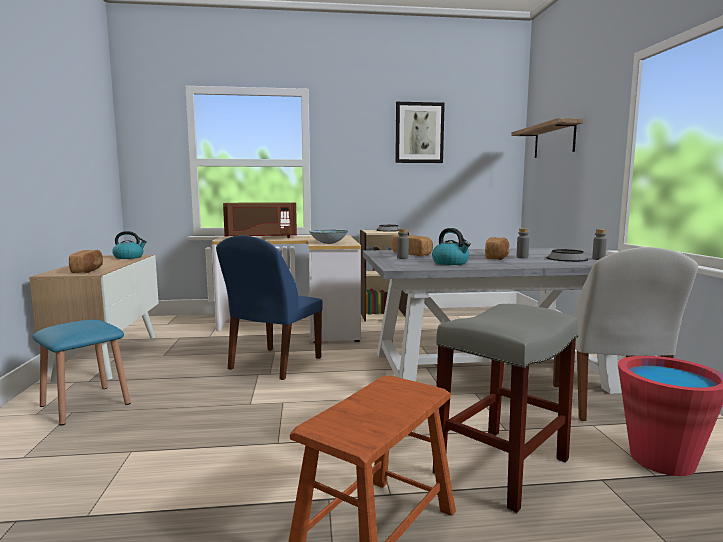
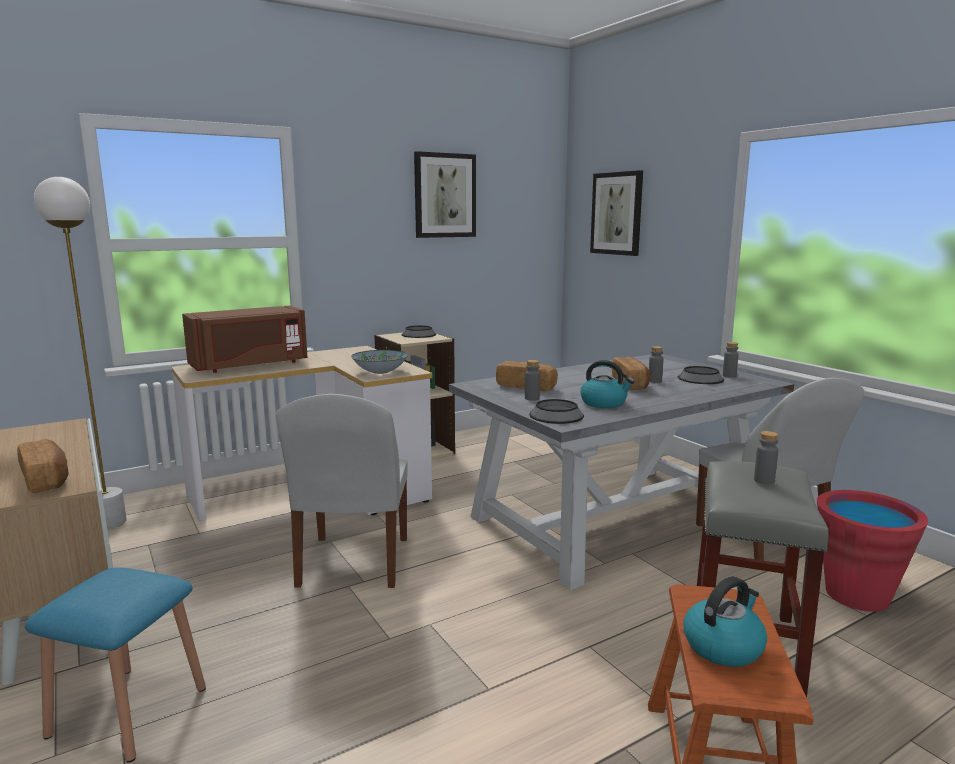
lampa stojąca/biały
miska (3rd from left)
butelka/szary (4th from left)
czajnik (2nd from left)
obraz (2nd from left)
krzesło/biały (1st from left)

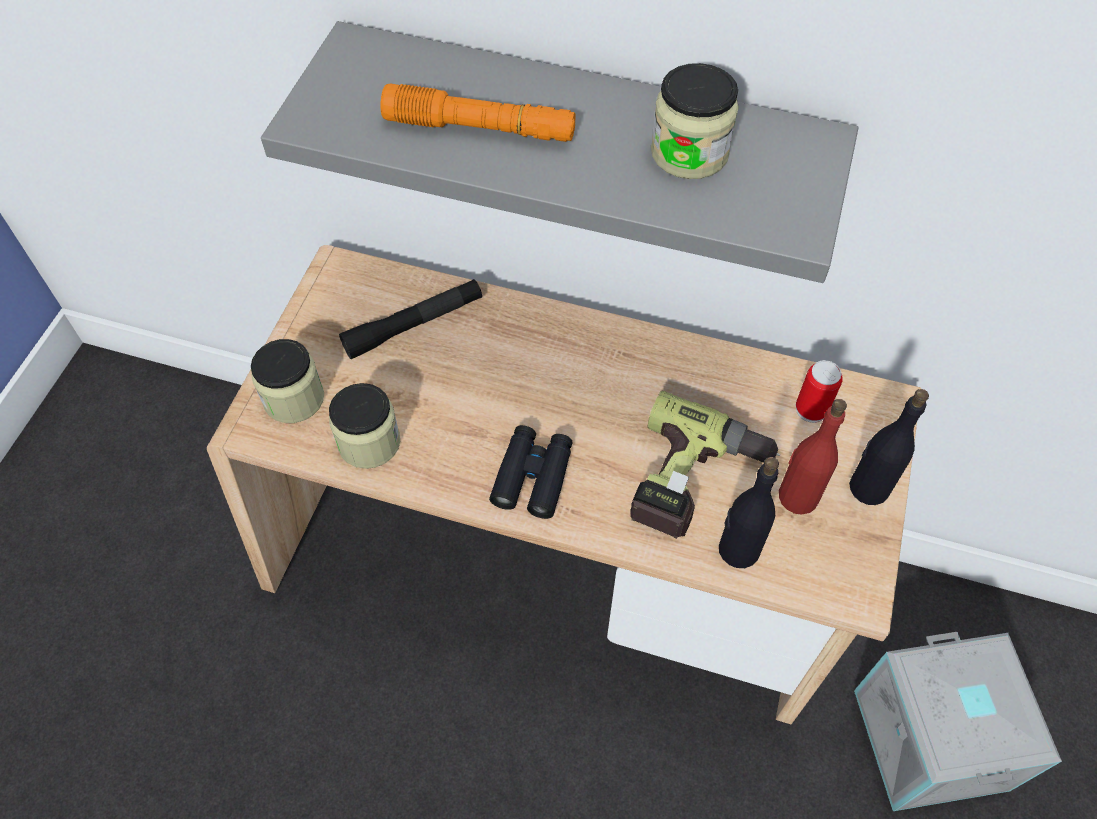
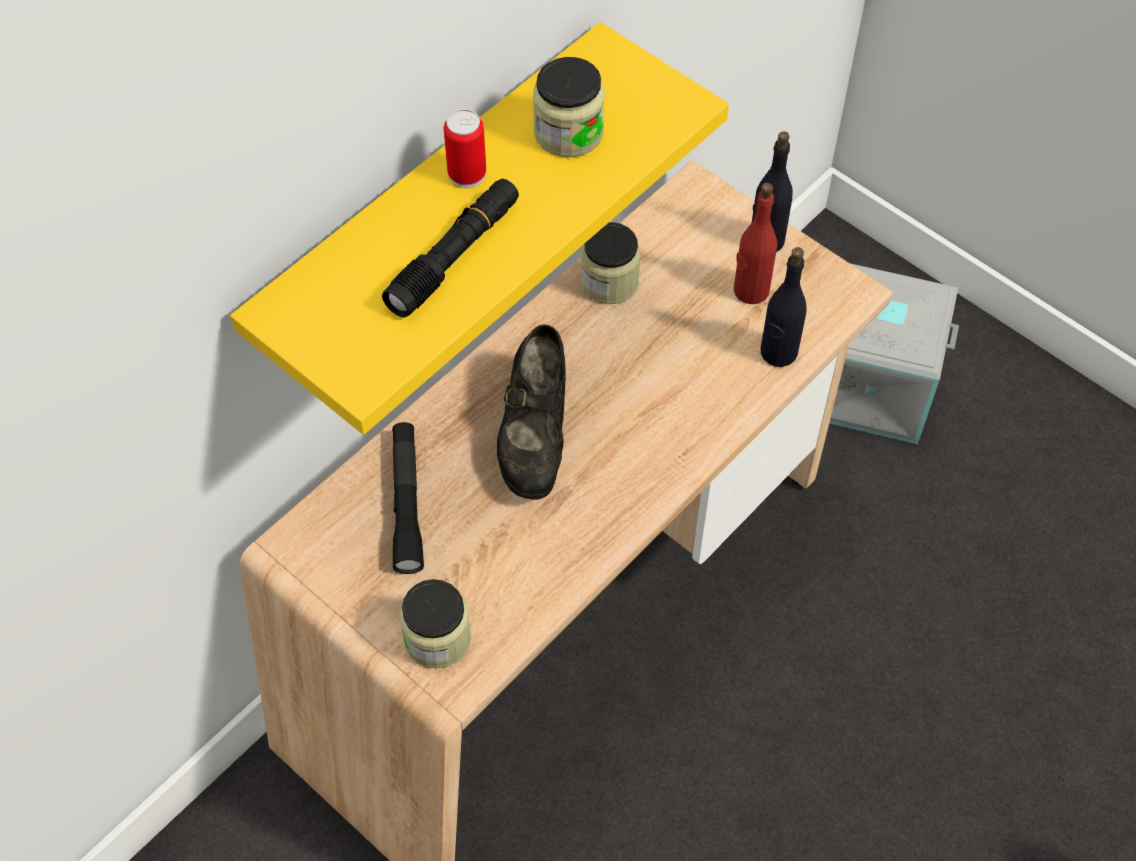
lornetka/czarny
wiertarka
but/czarny
słoik (3rd from left)
puszka
półka/żółty
latarka/czarny (2nd from left)

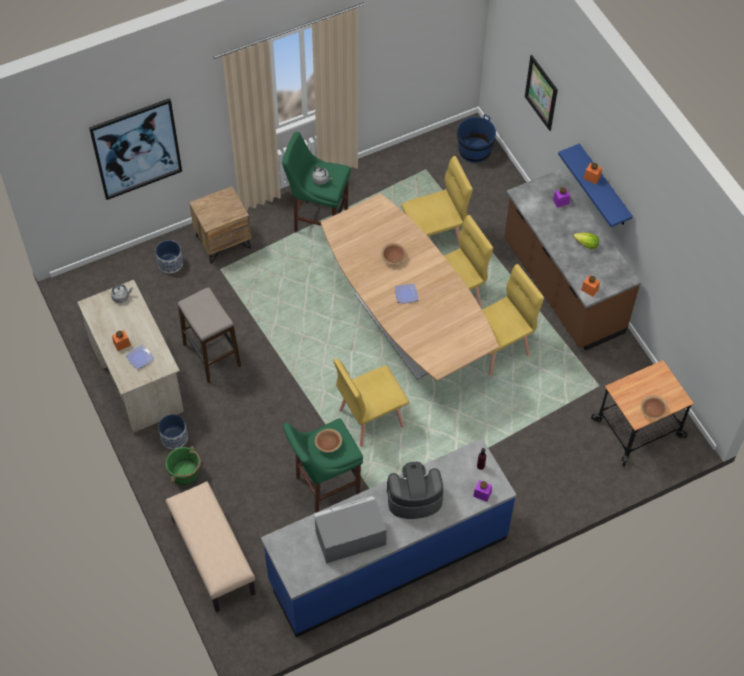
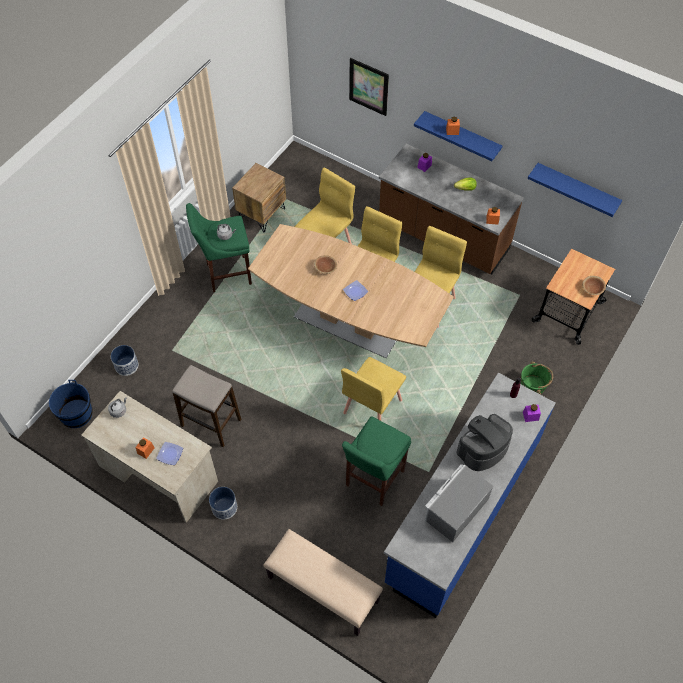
obraz (1st from left in the first image)
miska/brązowy (1st from left in the first image)
półka/niebieski (2nd from left)
wiadro/zielony
szafka nocna/brązowy
wiadro/niebieski

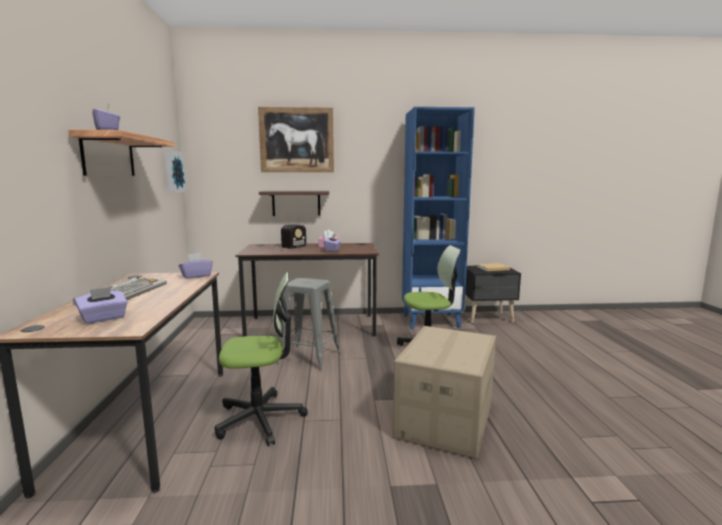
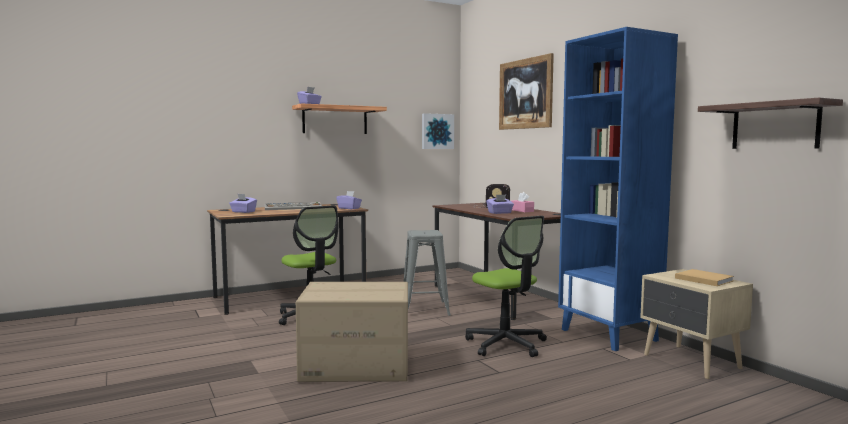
półka (2nd from left)
szafka nocna/beżowy

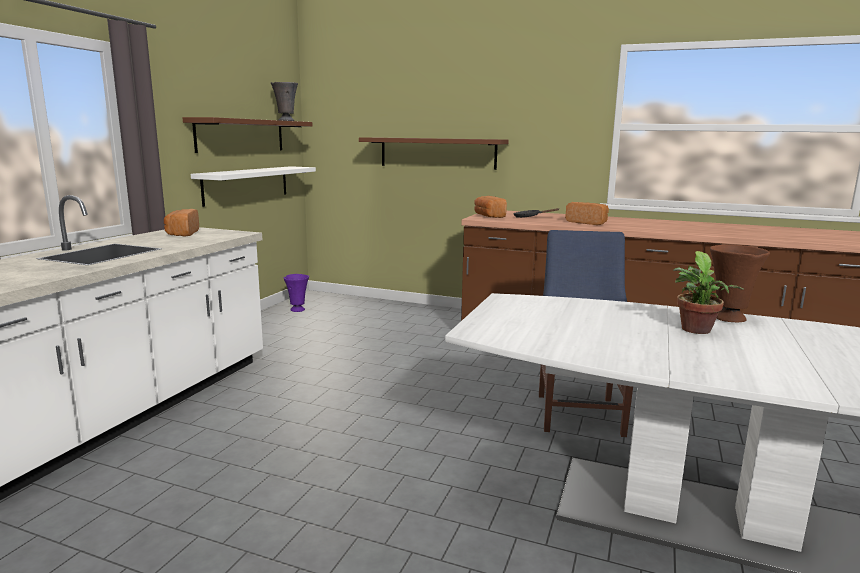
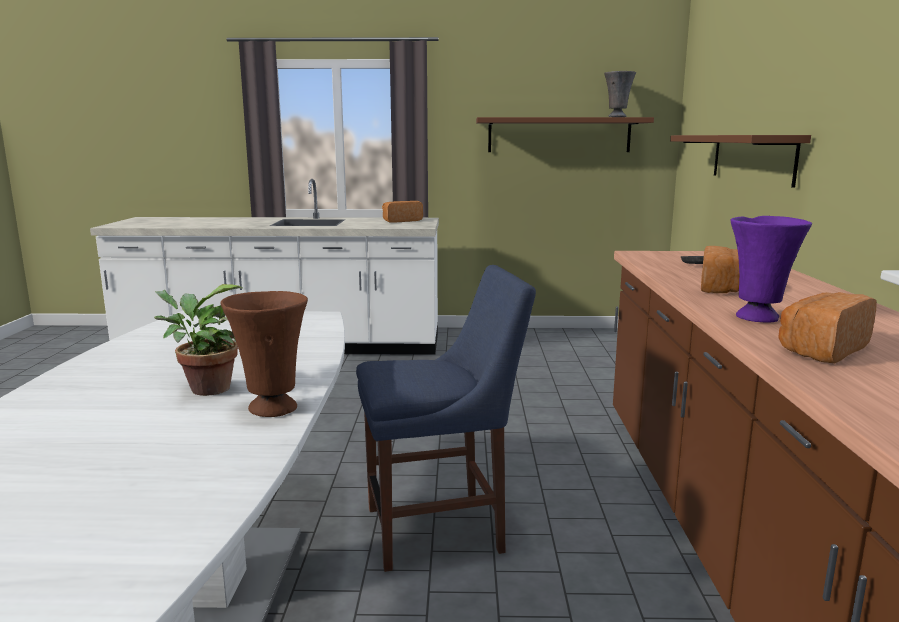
półka/biały
wazon/fioletowy
chleb (3rd from left)

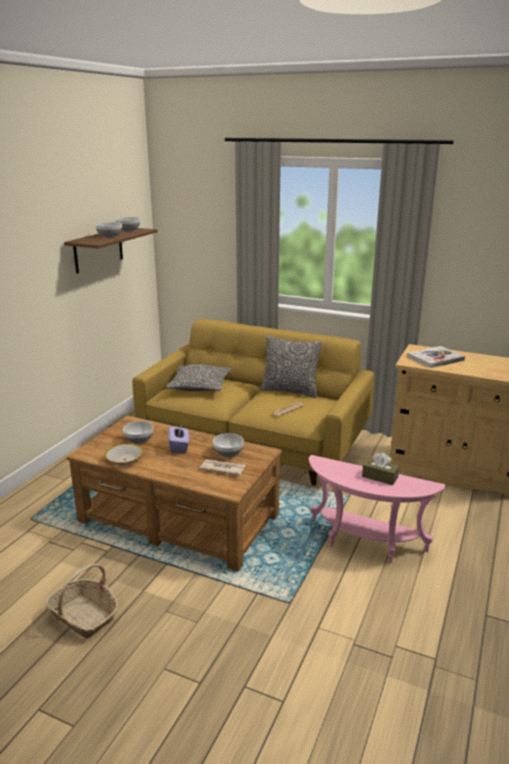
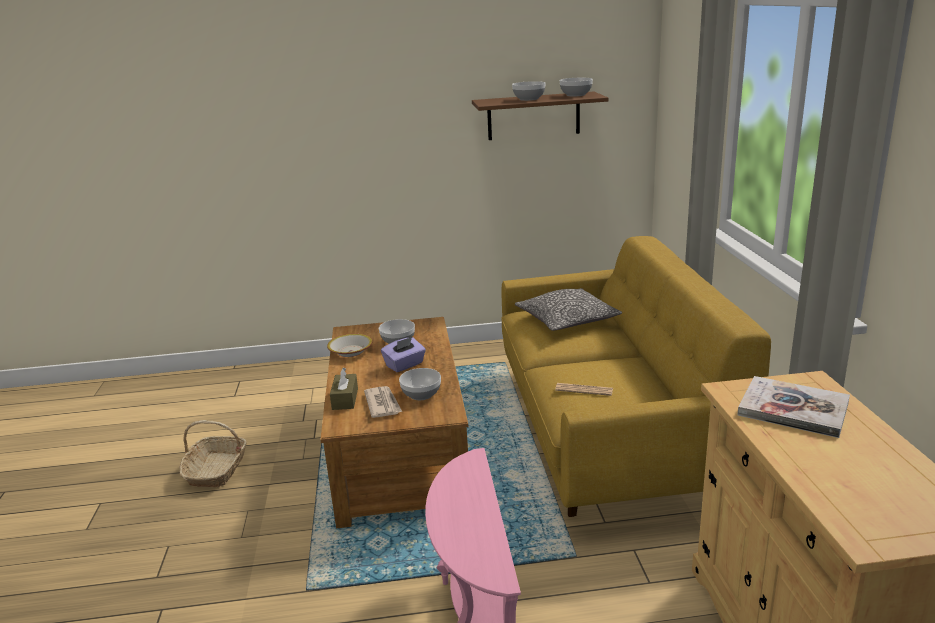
poduszka (2nd from left in the first image)
pudełko chusteczek/brązowy

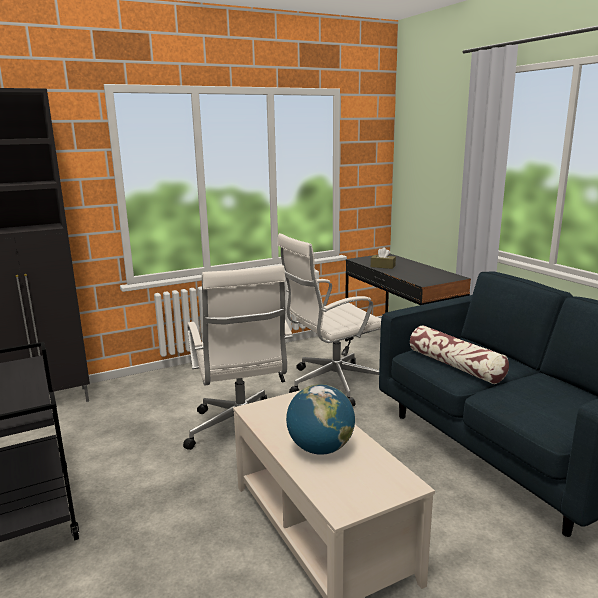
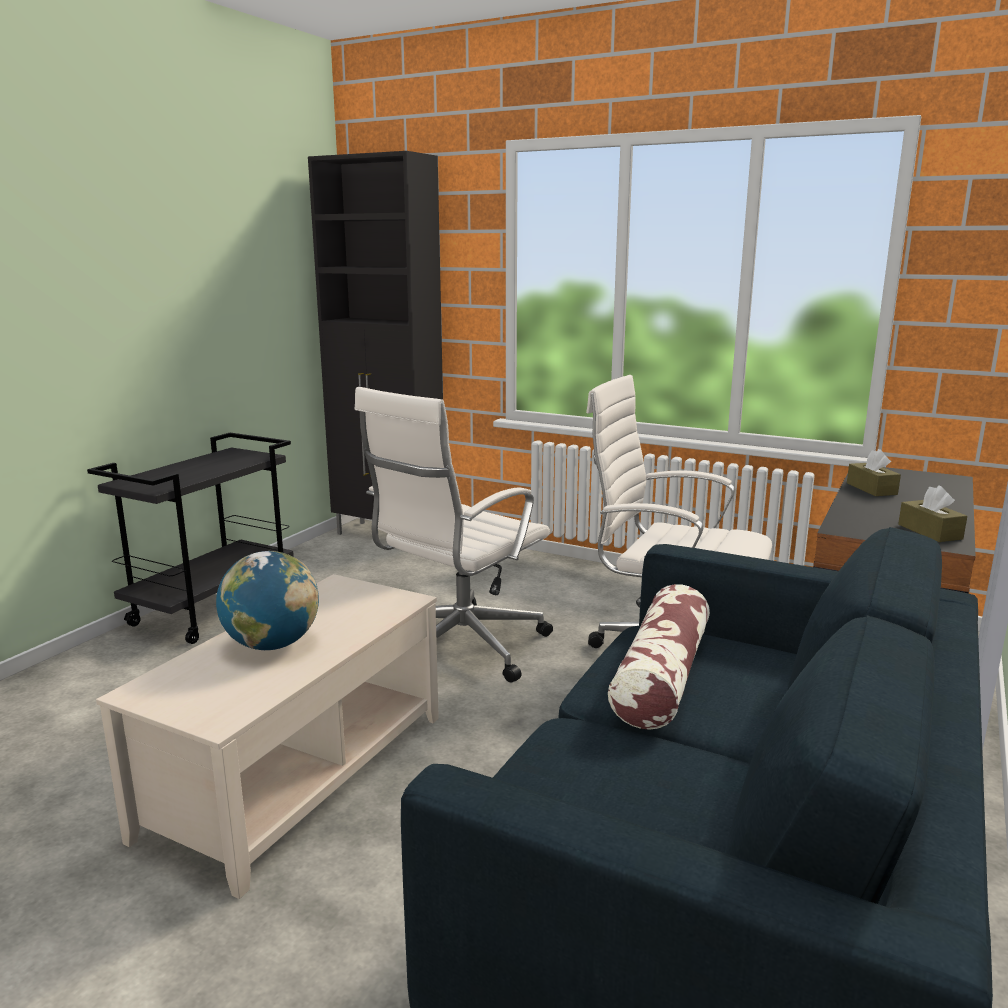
pudełko chusteczek/brązowy (2nd from left)

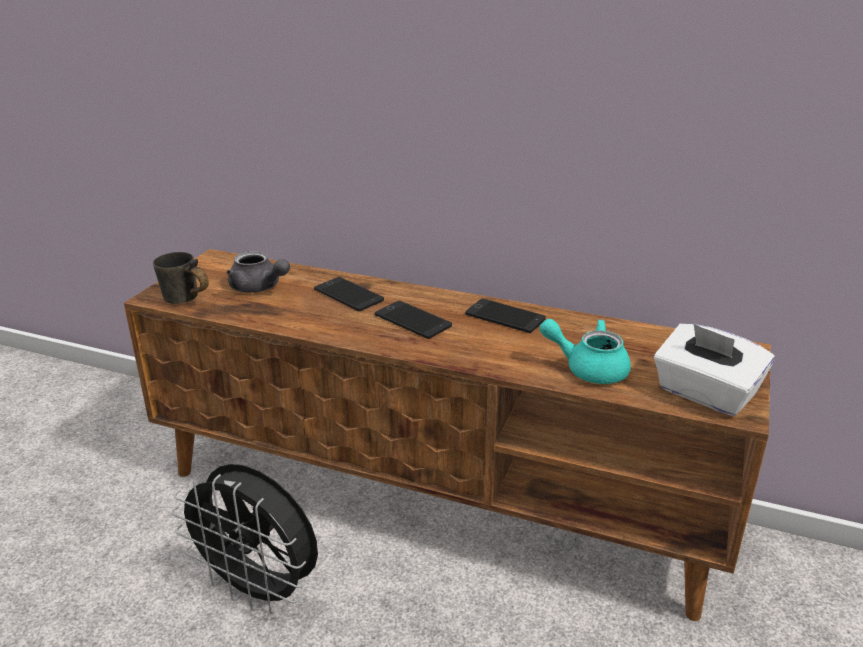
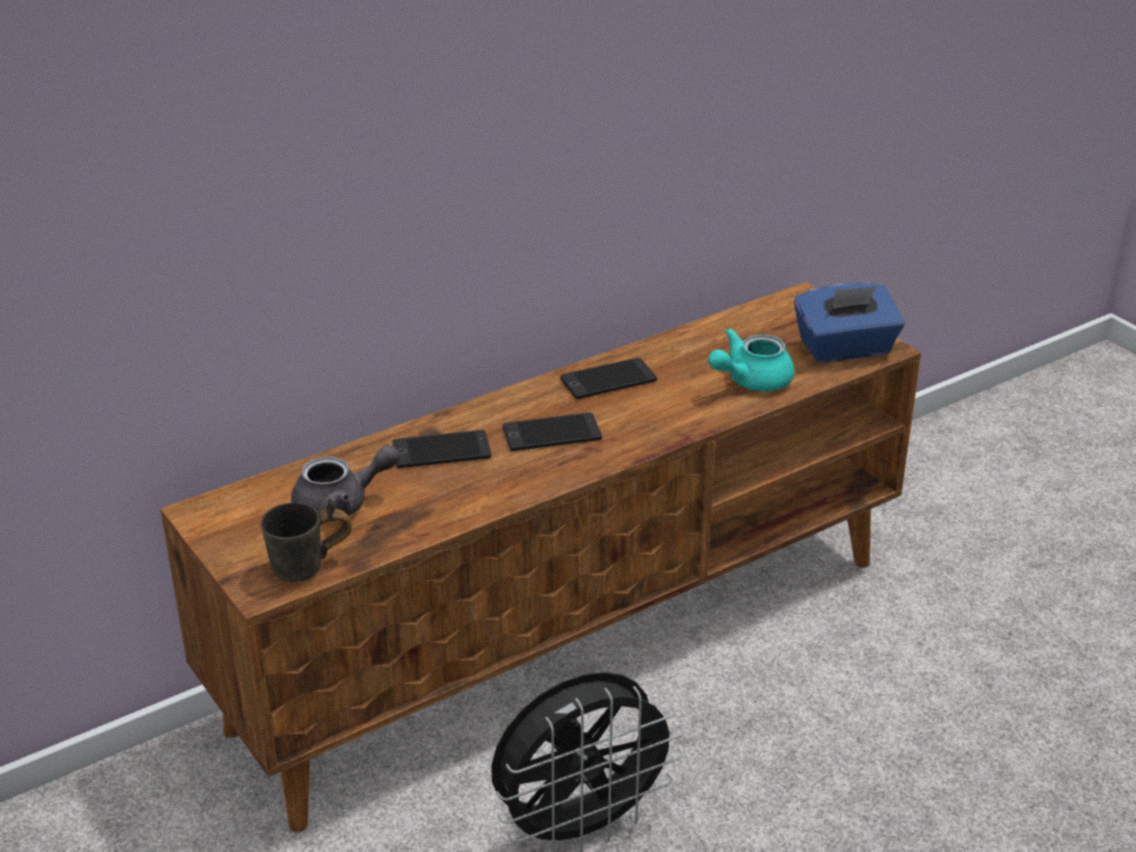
pudełko chusteczek/niebieski

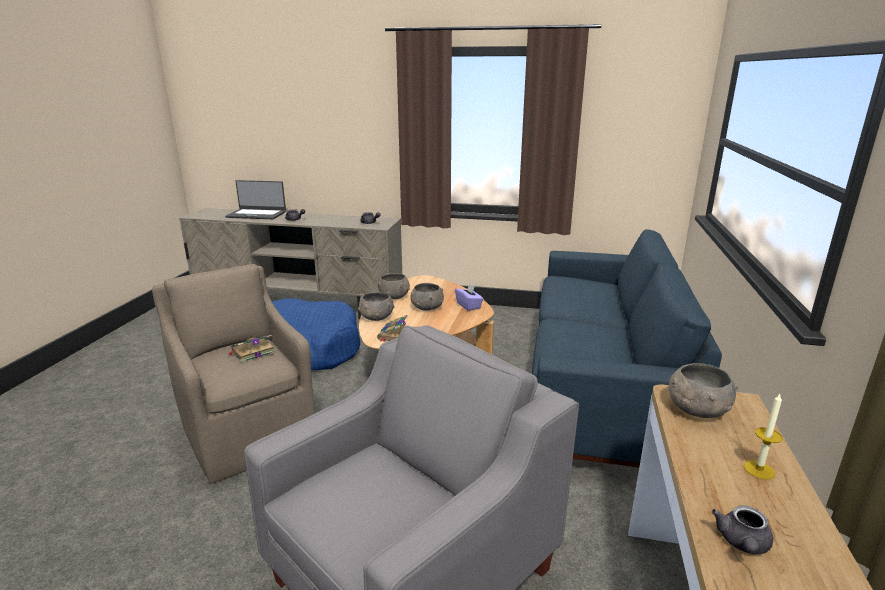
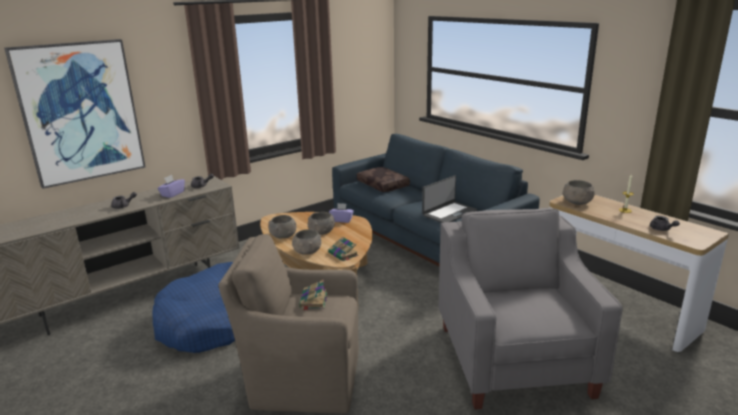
obraz
pudełko chusteczek/fioletowy (1st from left)
poduszka/brązowy
laptop

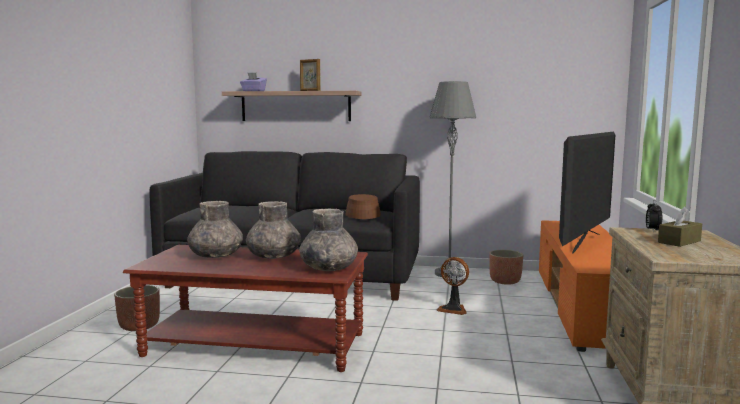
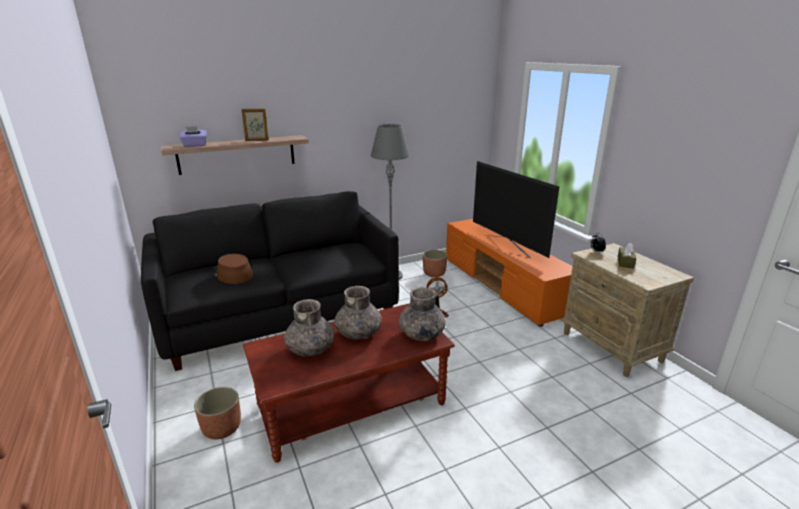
kapelusz/brązowy
telewizor

